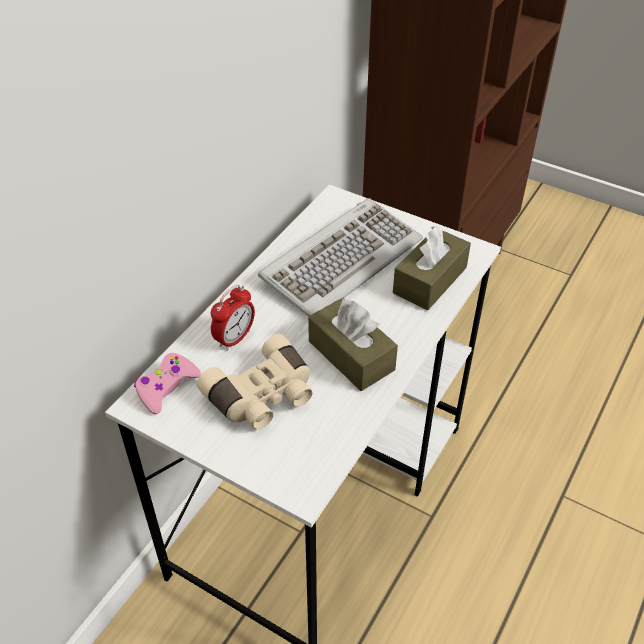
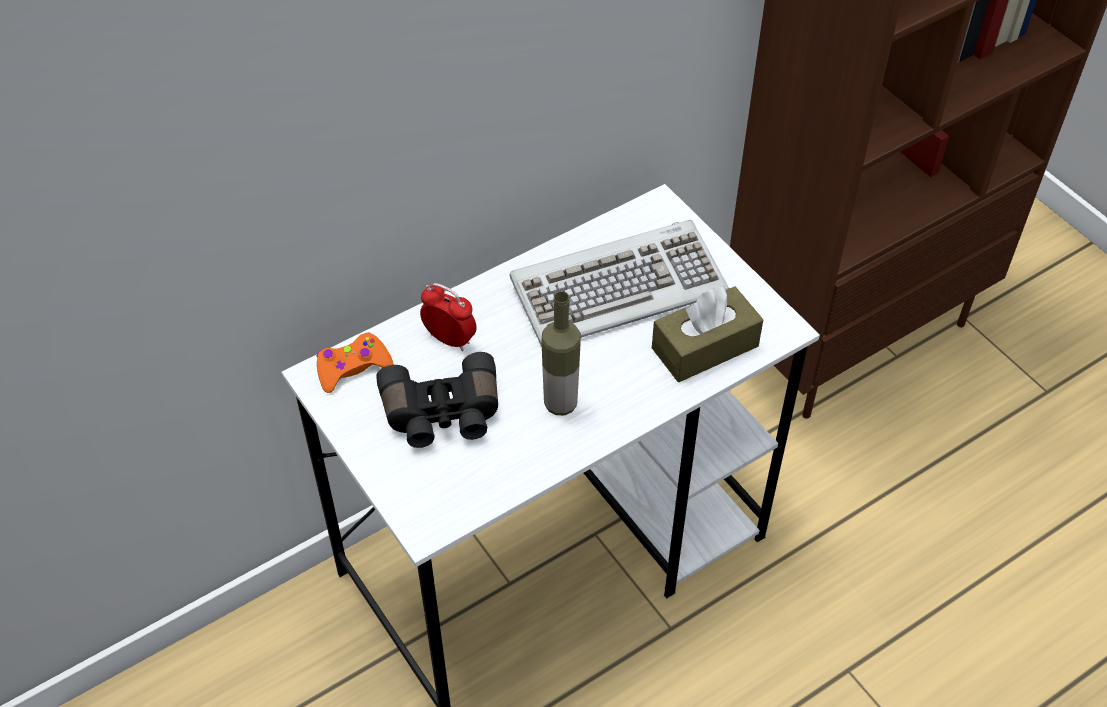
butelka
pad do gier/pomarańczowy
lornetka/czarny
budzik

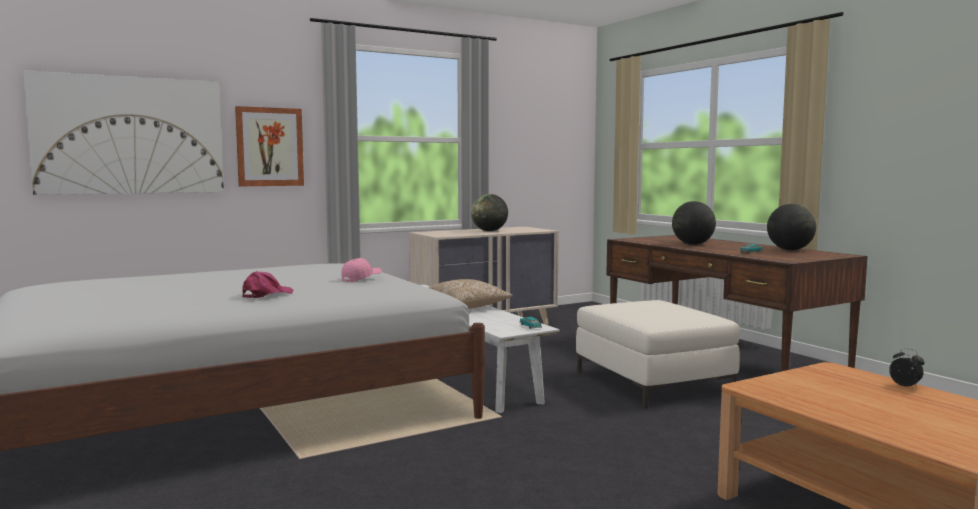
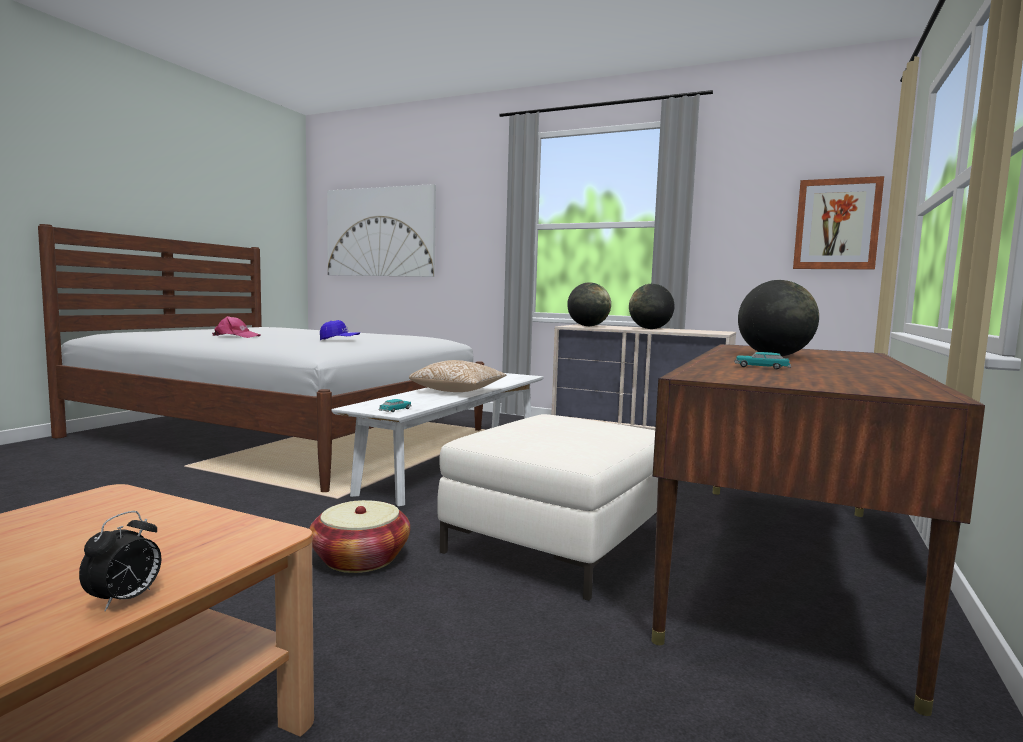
koszyk
obraz (2nd from left)
globus (1st from left)
czapka z daszkiem/niebieski

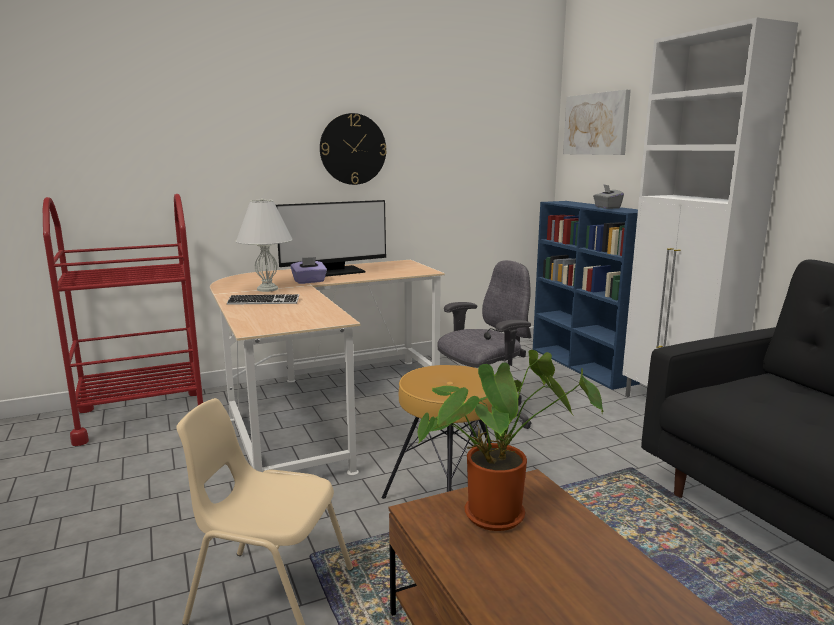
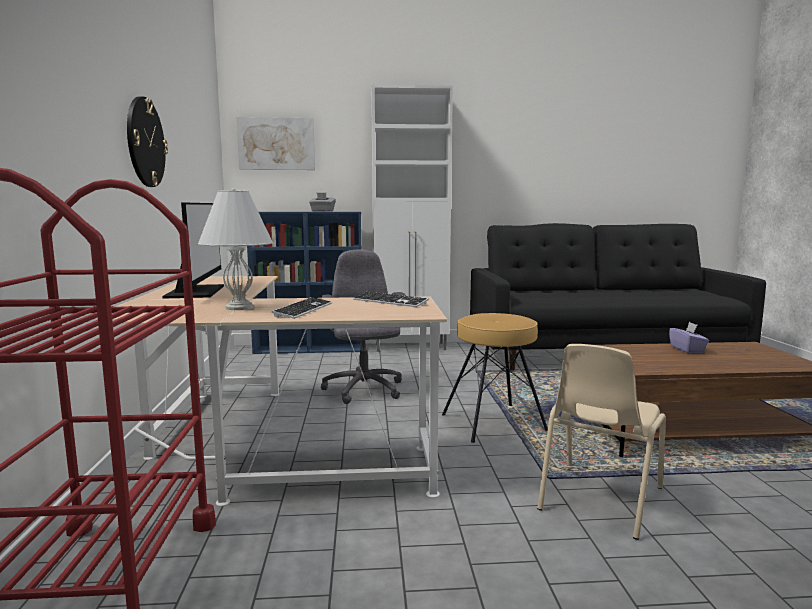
roślina doniczkowa
klawiatura (2nd from left)
pudełko chusteczek/fioletowy

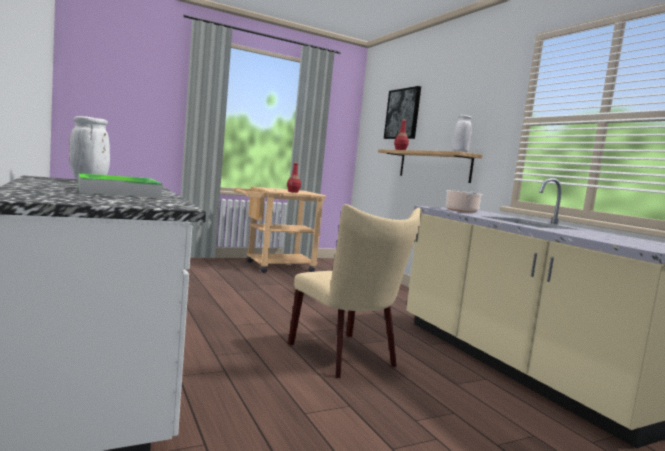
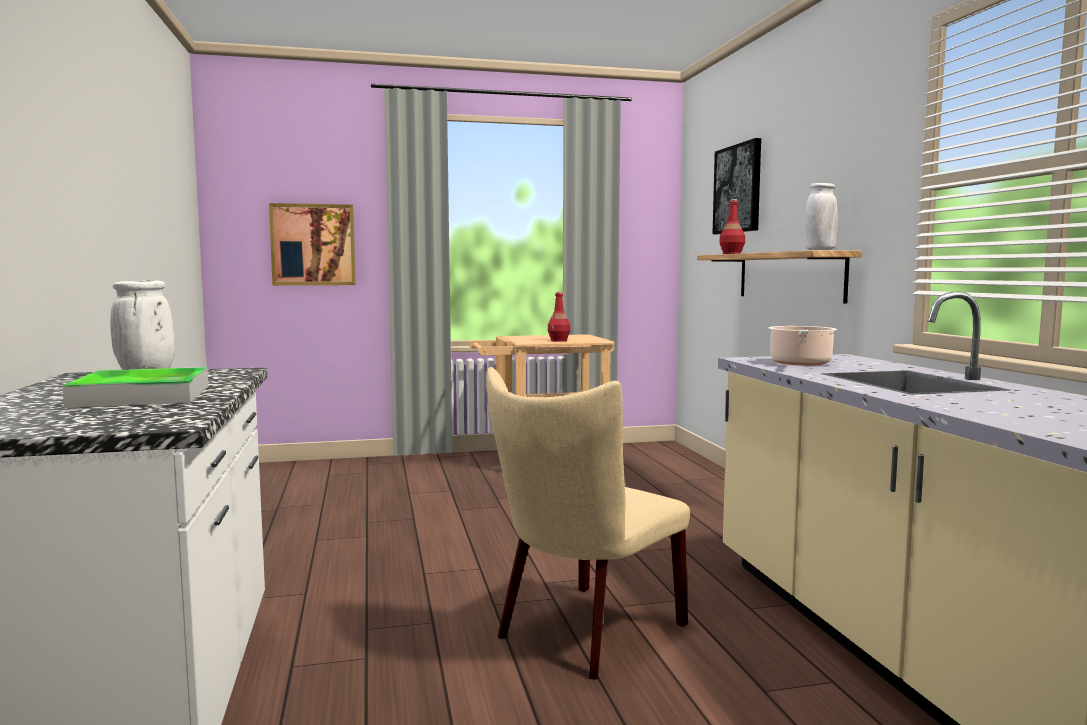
obraz (1st from left)
krzesło/beżowy

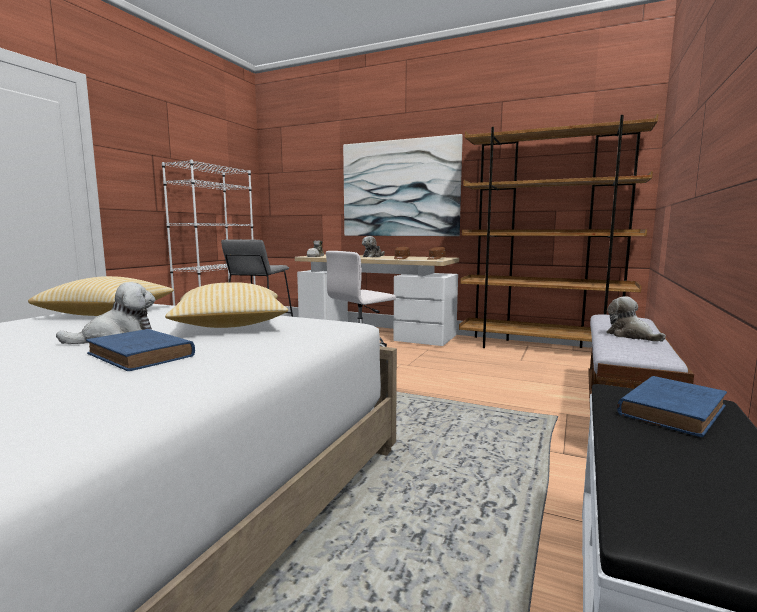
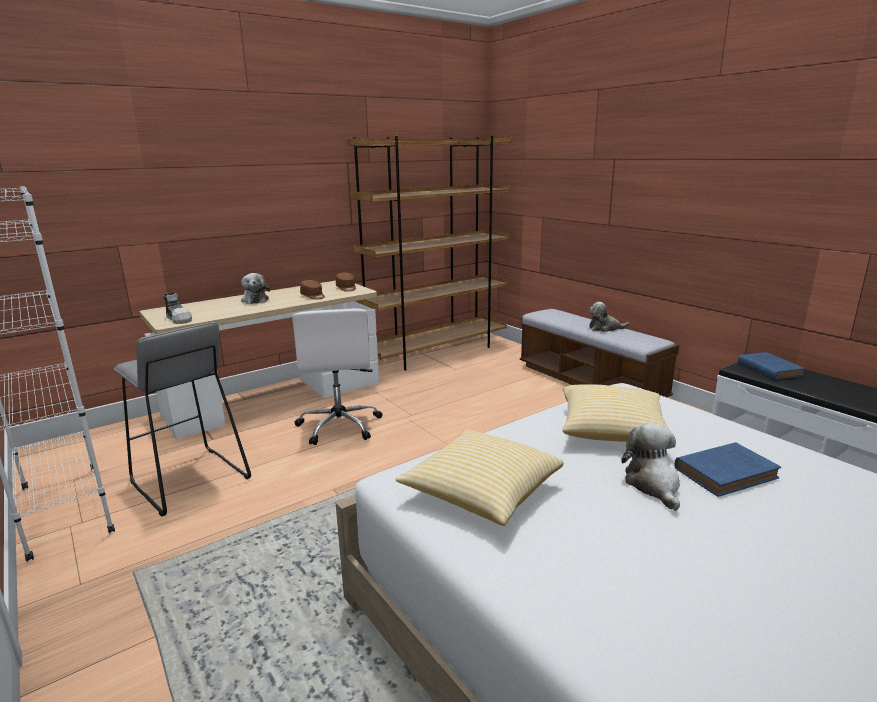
obraz

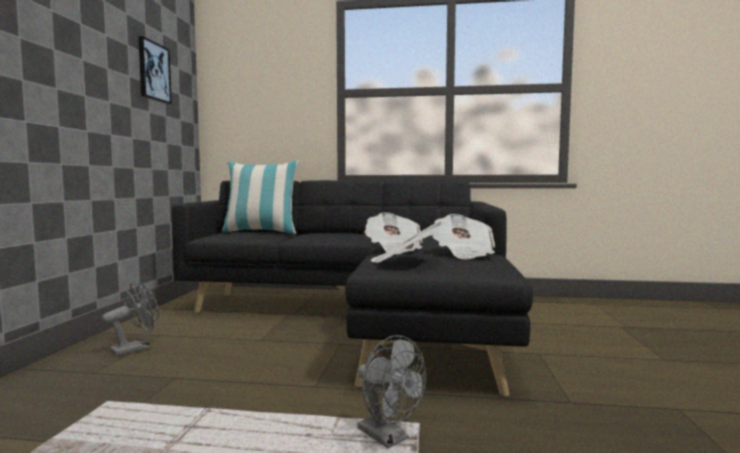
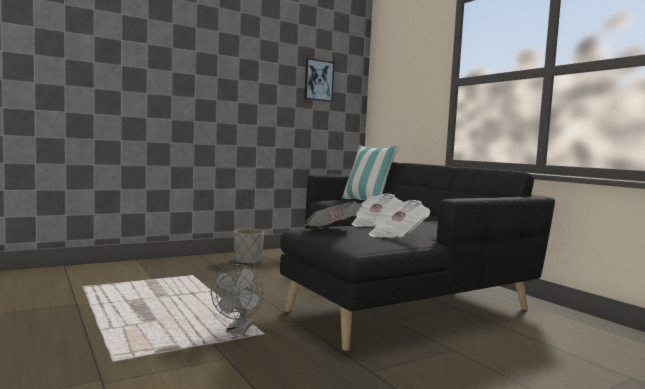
donica/szary

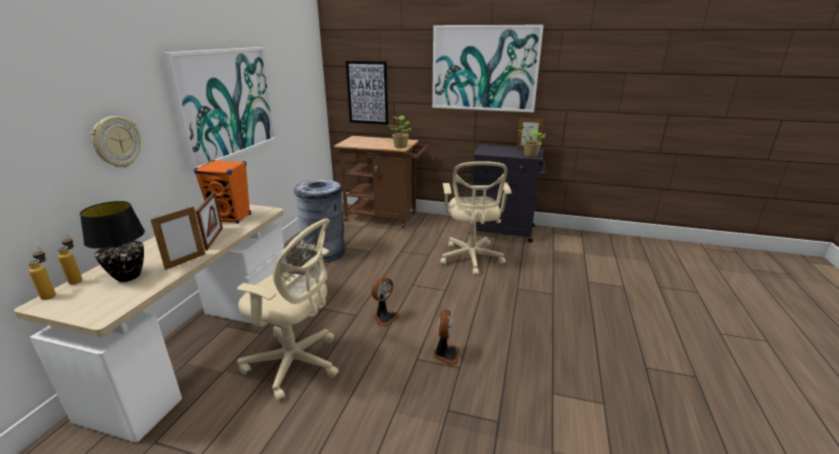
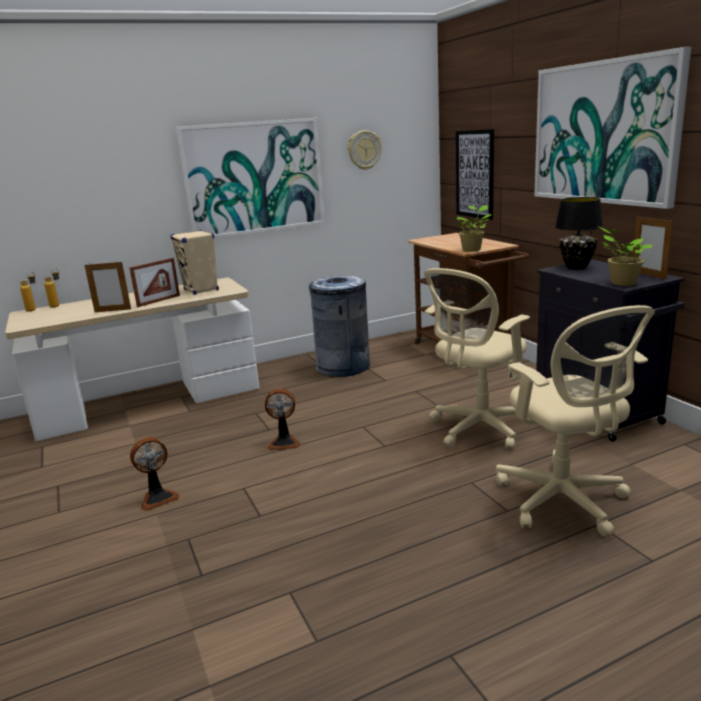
lampa stołowa/czarny
zegar ścienny
krzesło biurowe/beżowy (2nd from left)
wentylator (1st from left)
głośnik/beżowy

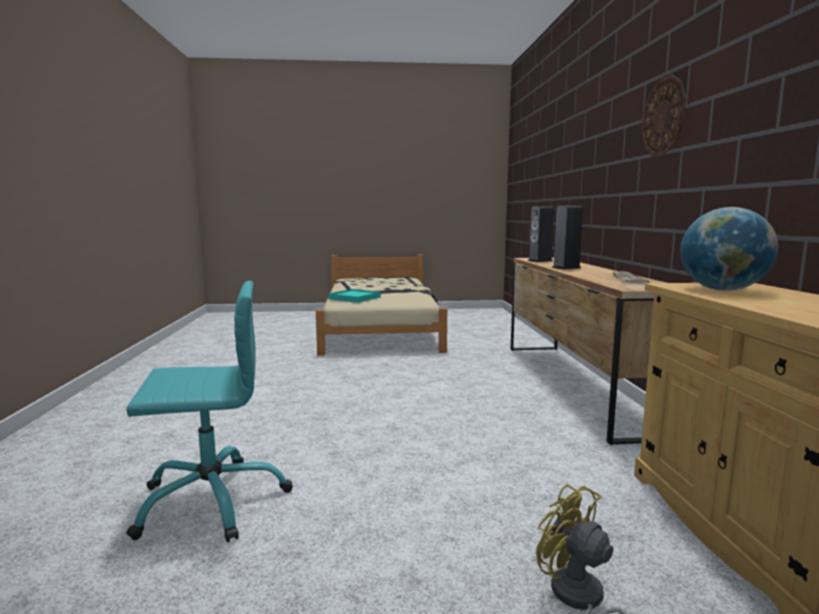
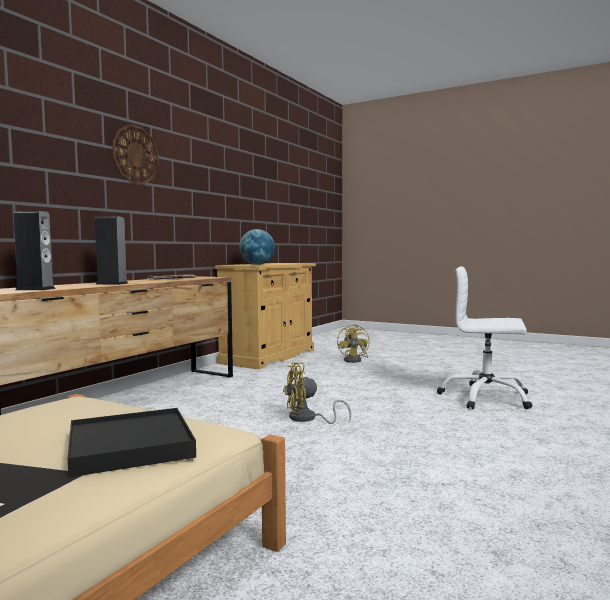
wentylator/żółty (1st from left)
krzesło biurowe/biały
taca/czarny

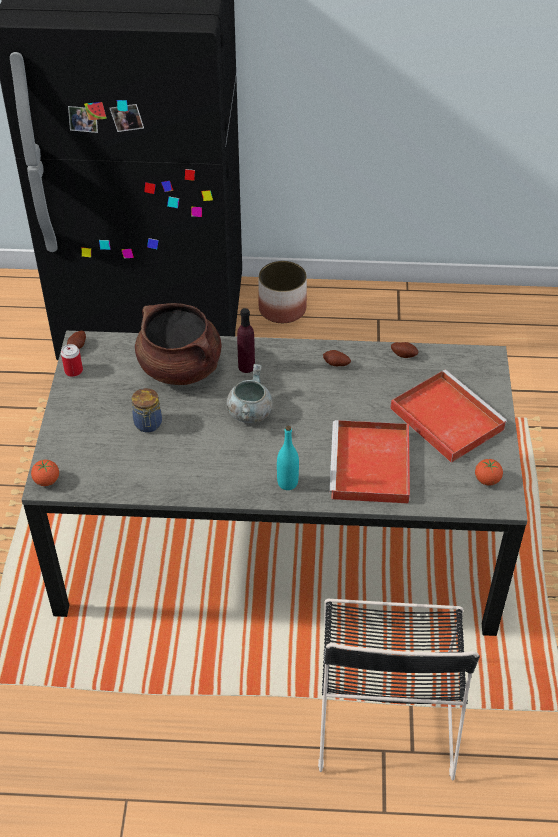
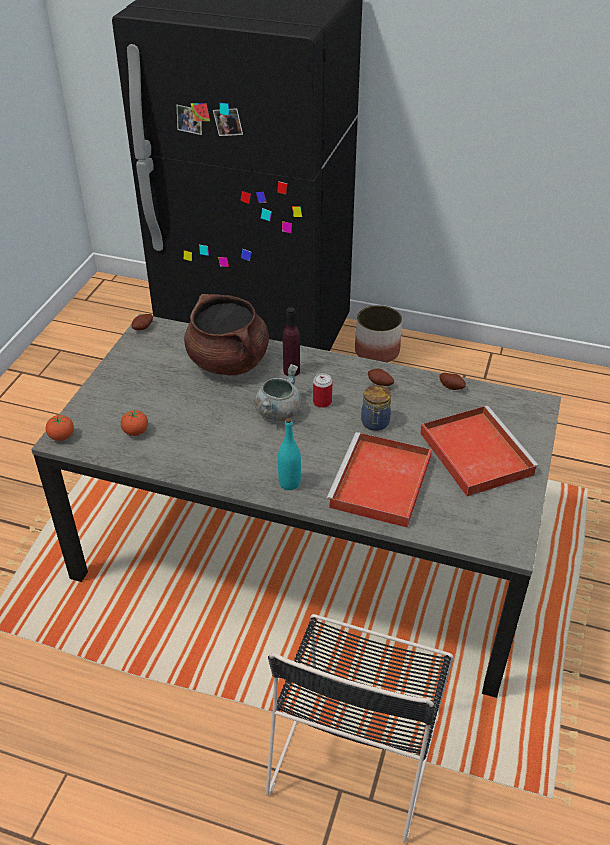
puszka
słoik
pomidor (2nd from left)

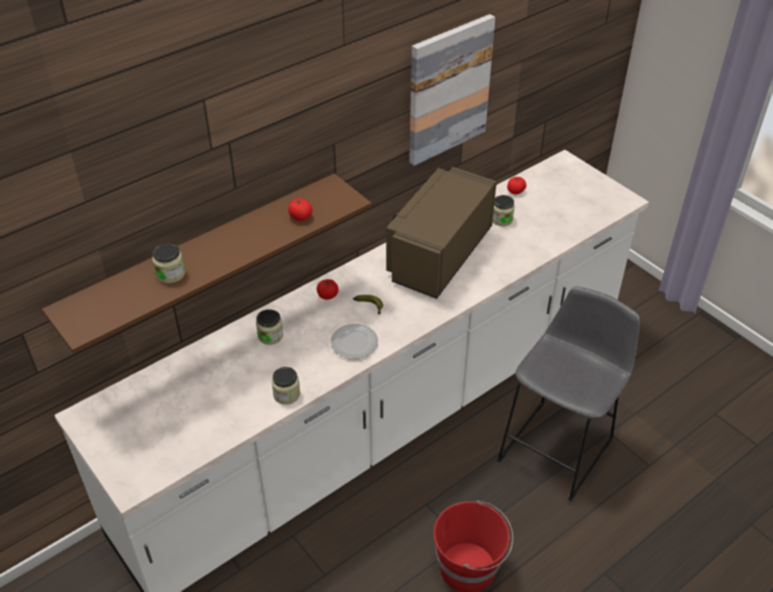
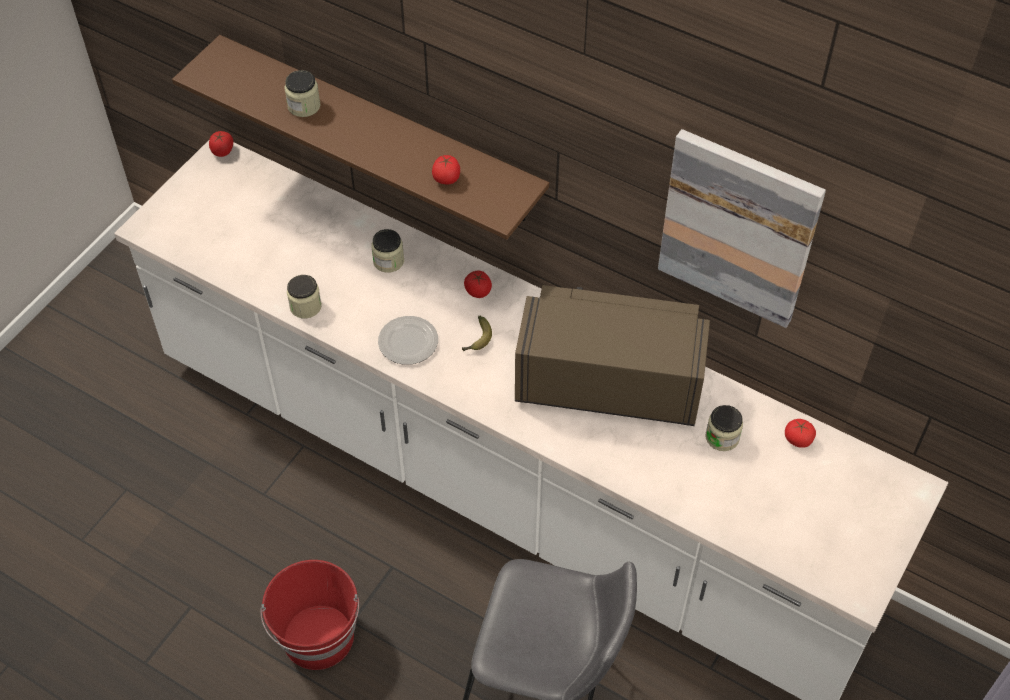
pomidor (1st from left)

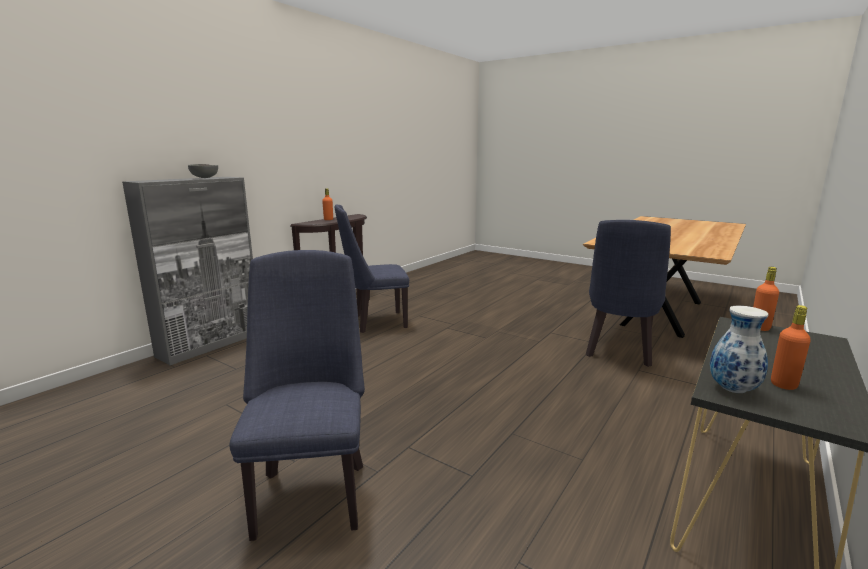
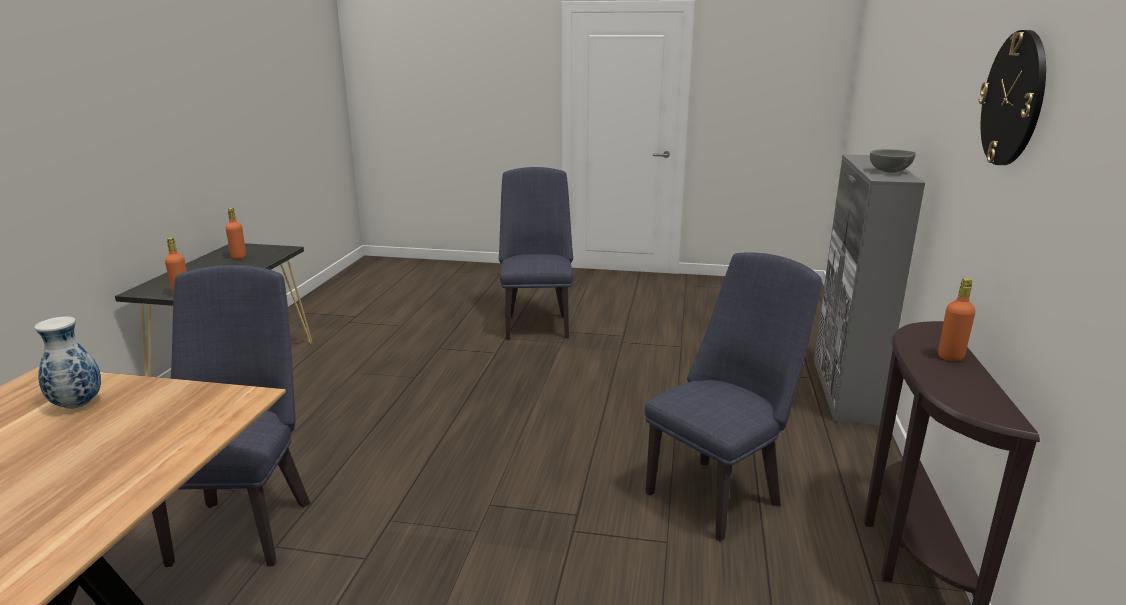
zegar ścienny
wazon
krzesło/niebieski (2nd from left)

